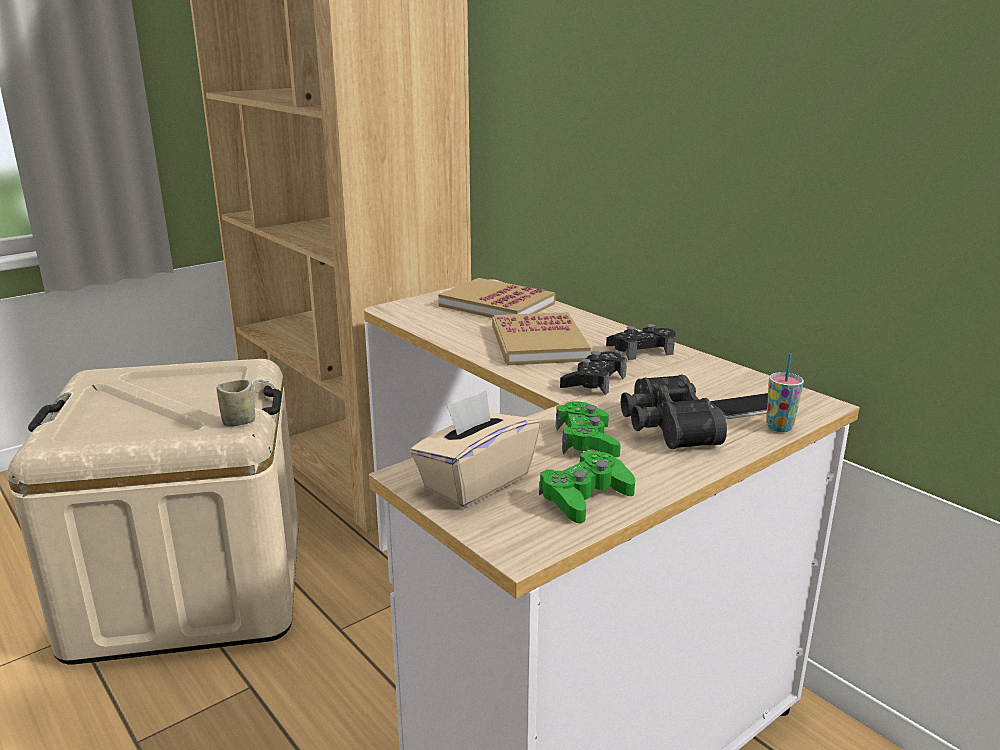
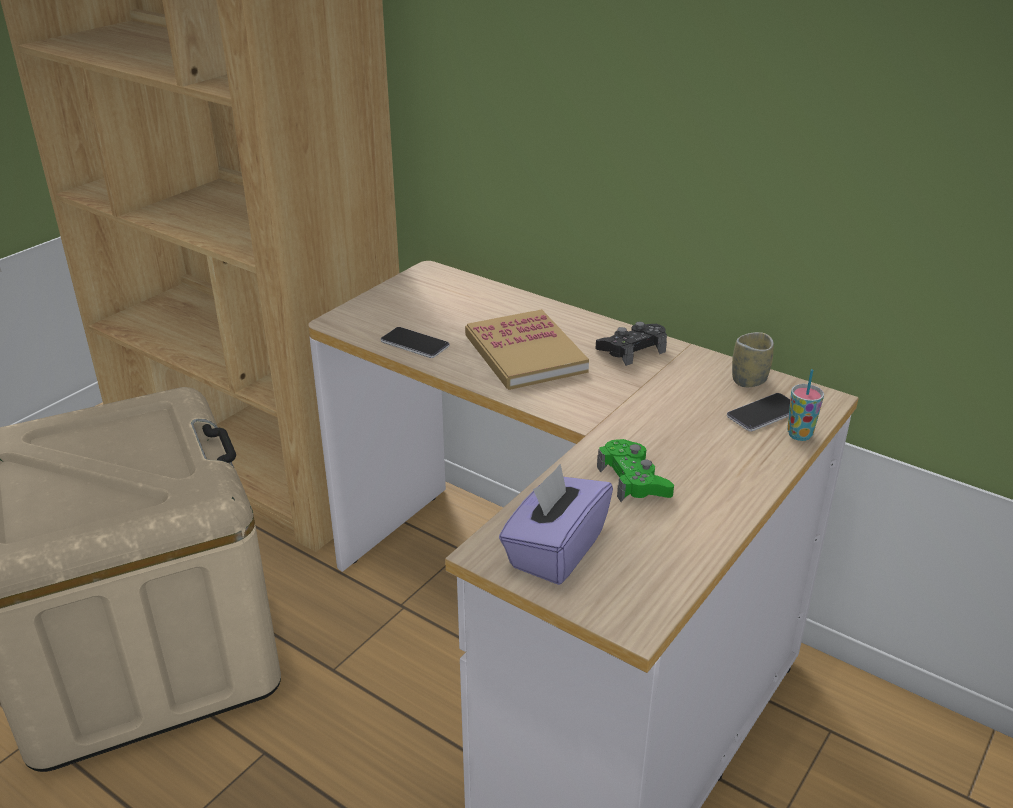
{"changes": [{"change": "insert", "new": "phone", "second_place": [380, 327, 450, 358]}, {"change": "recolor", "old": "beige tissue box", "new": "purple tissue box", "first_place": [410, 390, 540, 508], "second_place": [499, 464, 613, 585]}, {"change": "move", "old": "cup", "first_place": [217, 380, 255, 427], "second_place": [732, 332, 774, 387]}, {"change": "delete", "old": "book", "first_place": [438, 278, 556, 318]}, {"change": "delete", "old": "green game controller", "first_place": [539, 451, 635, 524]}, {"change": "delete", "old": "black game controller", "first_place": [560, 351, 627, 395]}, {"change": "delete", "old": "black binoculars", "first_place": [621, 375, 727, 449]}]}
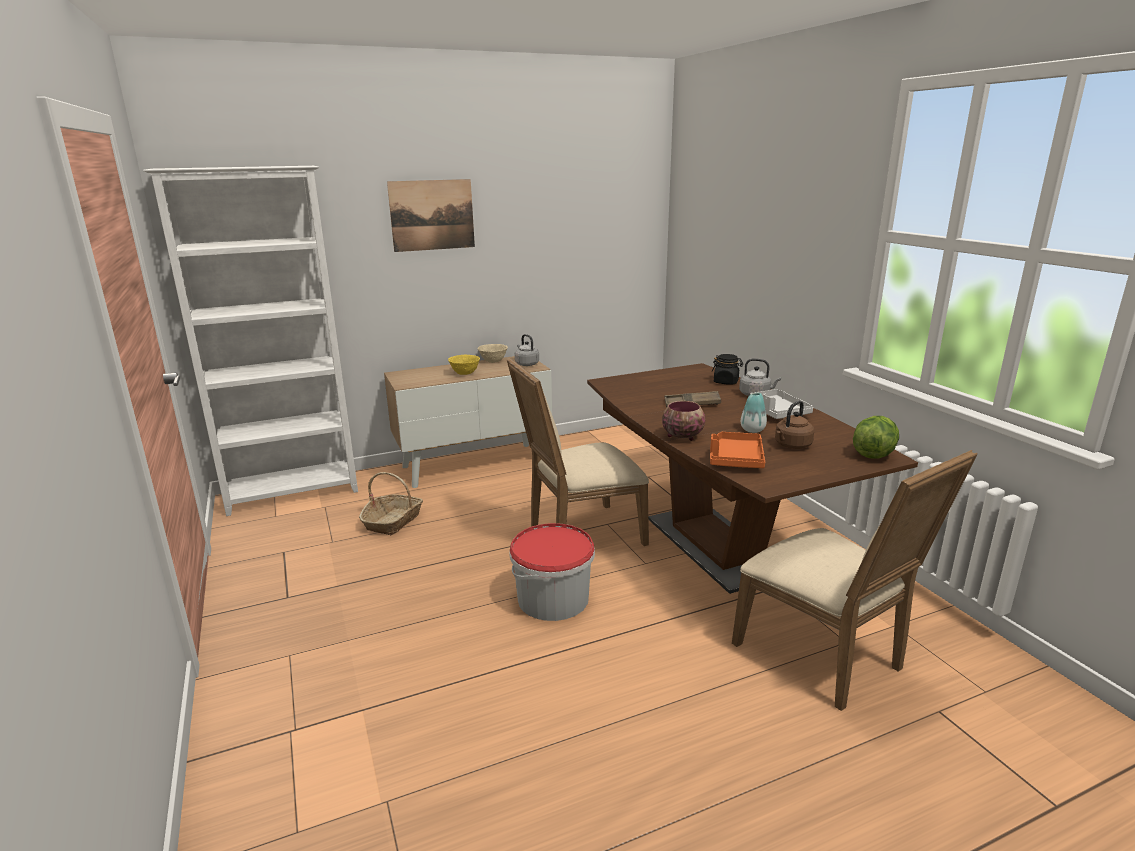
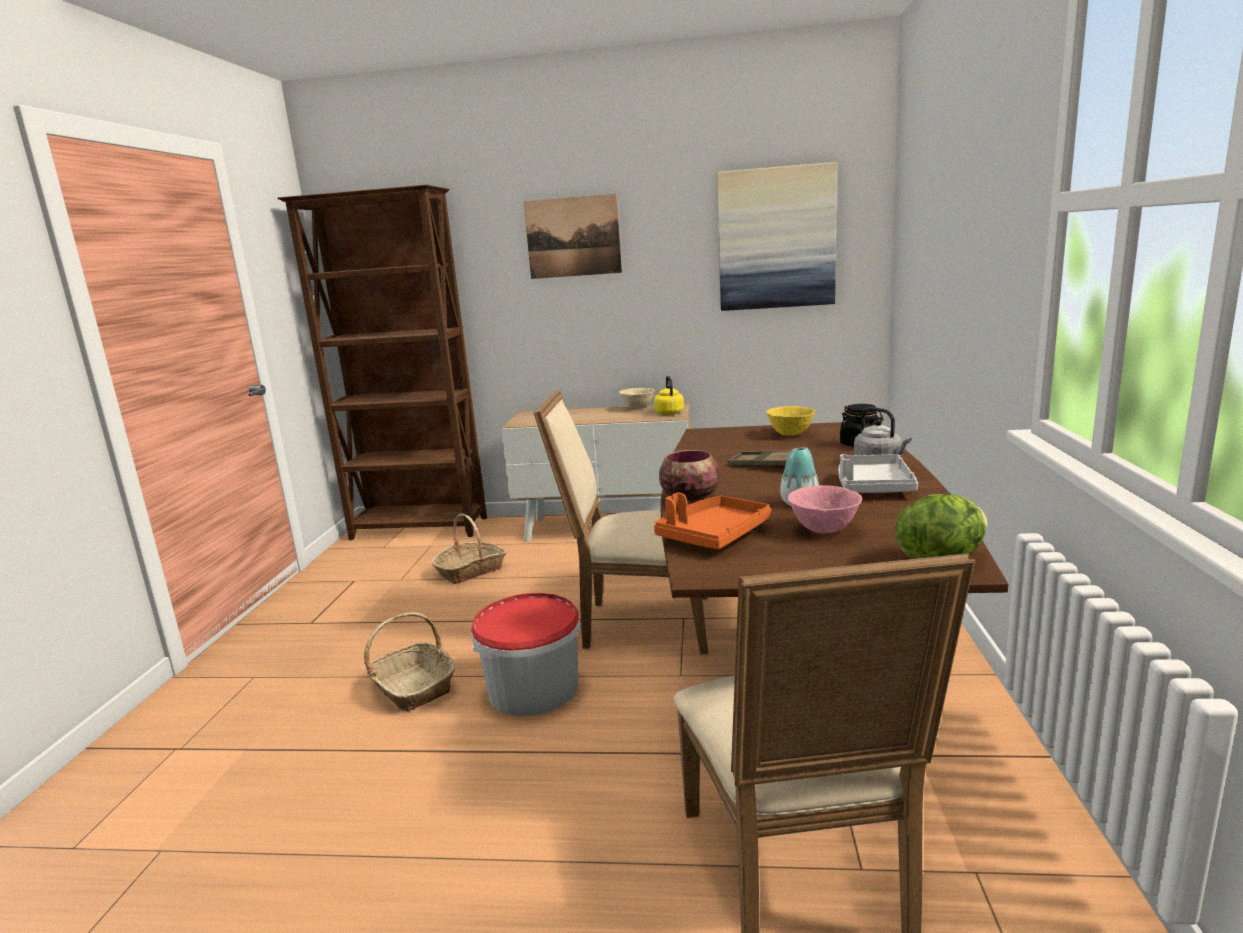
{"changes": [{"change": "recolor", "old": "white bookcase", "new": "brown bookcase", "first_place": [143, 166, 358, 516], "second_place": [277, 185, 487, 540]}, {"change": "insert", "new": "basket", "second_place": [364, 612, 455, 711]}, {"change": "recolor", "old": "grey kettle", "new": "yellow kettle", "first_place": [515, 334, 539, 366], "second_place": [654, 376, 684, 415]}, {"change": "insert", "new": "picture", "second_place": [716, 162, 837, 311]}, {"change": "move", "old": "yellow bowl", "first_place": [448, 355, 480, 375], "second_place": [766, 406, 815, 436]}, {"change": "replace", "old": "brown kettle", "new": "pink bowl", "first_place": [775, 401, 814, 449], "second_place": [788, 485, 862, 533]}]}
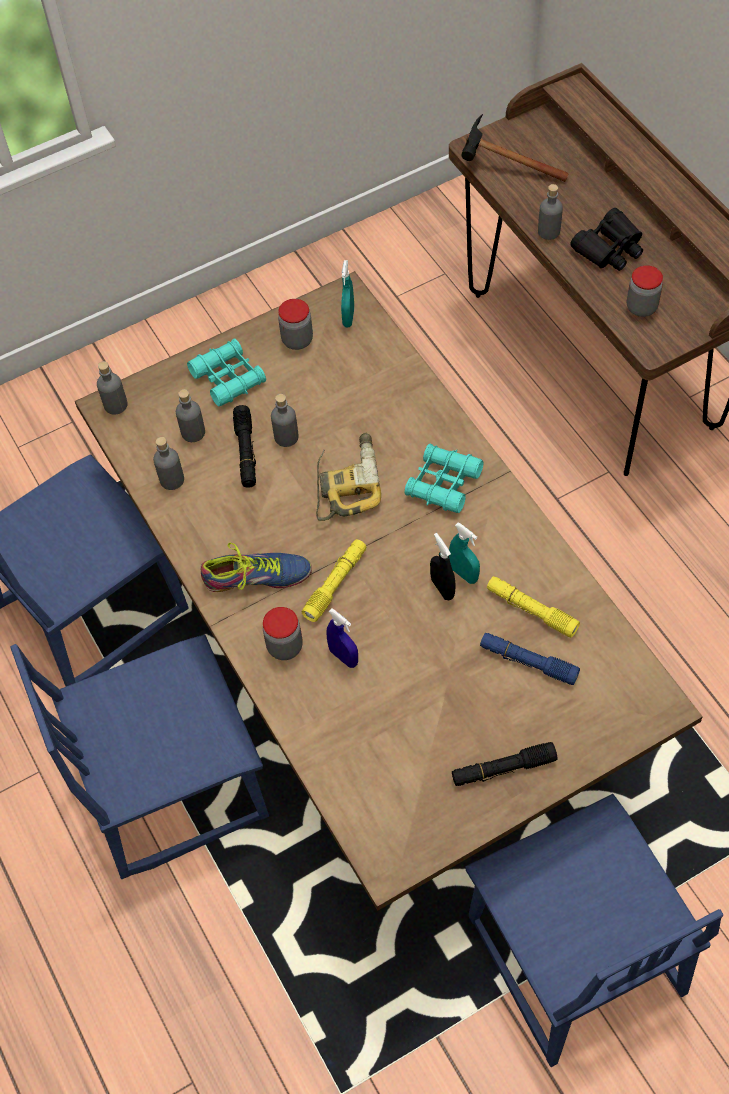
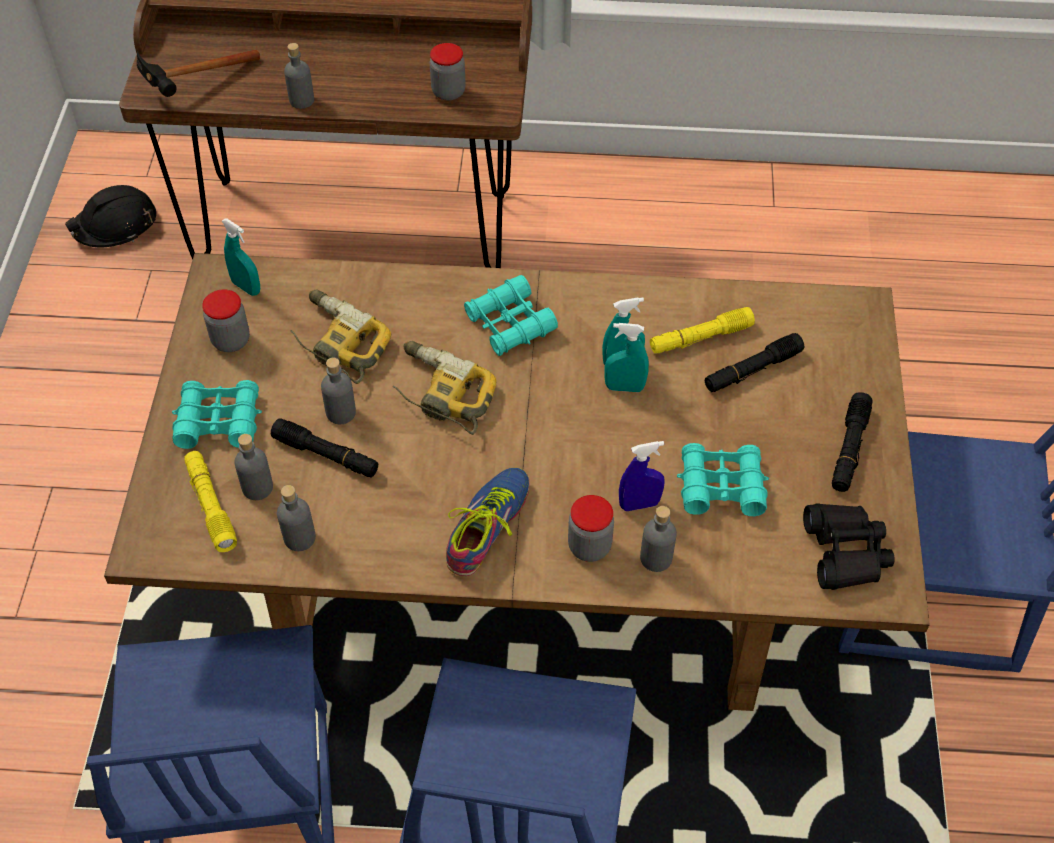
{"changes": [{"change": "insert", "new": "black hard hat", "second_place": [65, 185, 156, 248]}, {"change": "move", "old": "yellow flashlight", "first_place": [302, 539, 367, 622], "second_place": [185, 451, 237, 552]}, {"change": "insert", "new": "power drill", "second_place": [290, 290, 391, 384]}, {"change": "recolor", "old": "black spray bottle", "new": "turquoise spray bottle", "first_place": [430, 533, 455, 600], "second_place": [604, 323, 649, 392]}, {"change": "move", "old": "grey bottle", "first_place": [97, 361, 128, 415], "second_place": [640, 506, 677, 572]}, {"change": "insert", "new": "turquoise binoculars", "second_place": [677, 443, 769, 516]}, {"change": "recolor", "old": "blue flashlight", "new": "black flashlight", "first_place": [480, 633, 580, 685], "second_place": [705, 333, 804, 392]}, {"change": "move", "old": "black binoculars", "first_place": [570, 208, 643, 271], "second_place": [803, 503, 895, 590]}]}
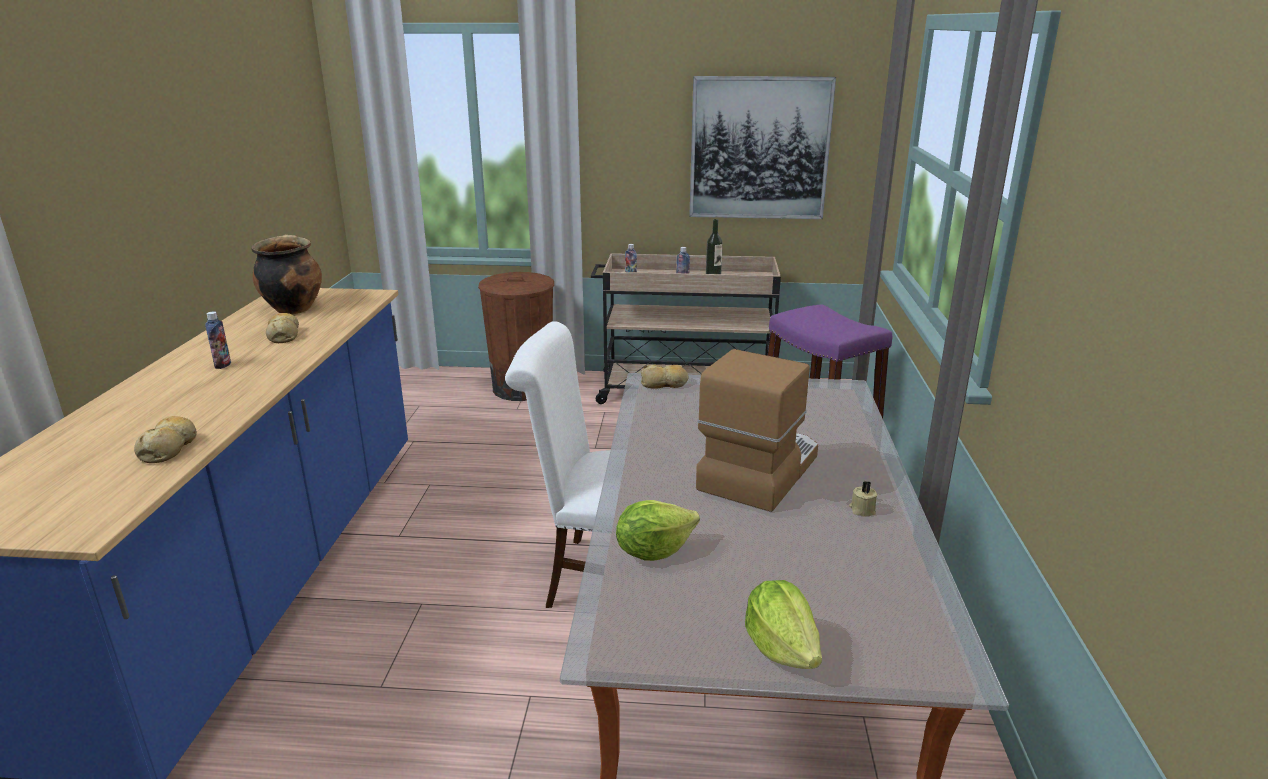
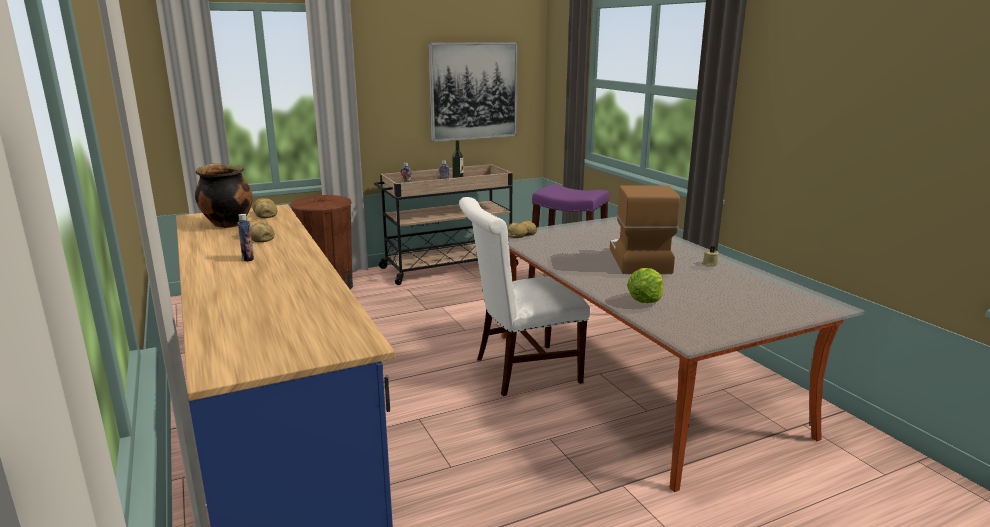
{"changes": [{"change": "move", "old": "bread", "first_place": [134, 416, 197, 463], "second_place": [253, 198, 278, 218]}, {"change": "delete", "old": "lettuce", "first_place": [745, 580, 822, 669]}]}
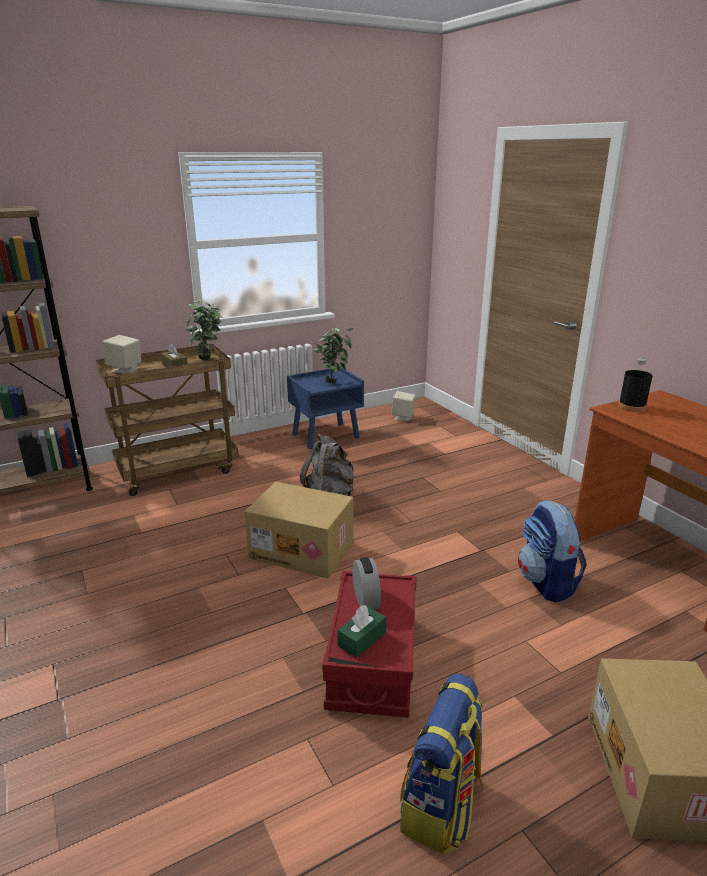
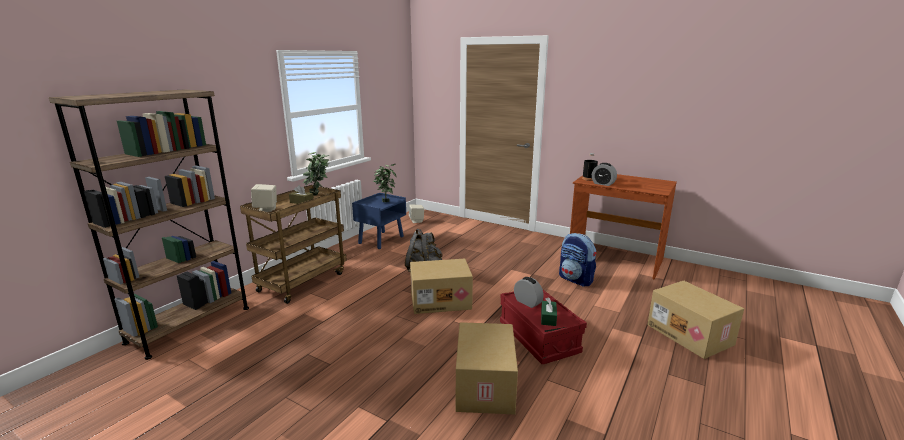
{"changes": [{"change": "insert", "new": "cardboard box", "second_place": [456, 322, 518, 415]}, {"change": "insert", "new": "alarm clock", "second_place": [592, 163, 617, 186]}, {"change": "delete", "old": "backpack", "first_place": [400, 674, 483, 855]}]}
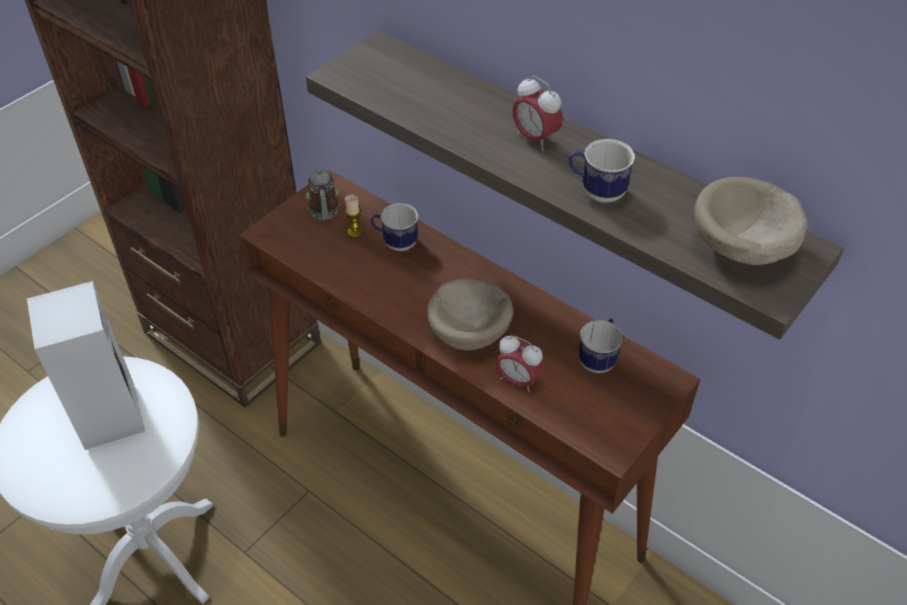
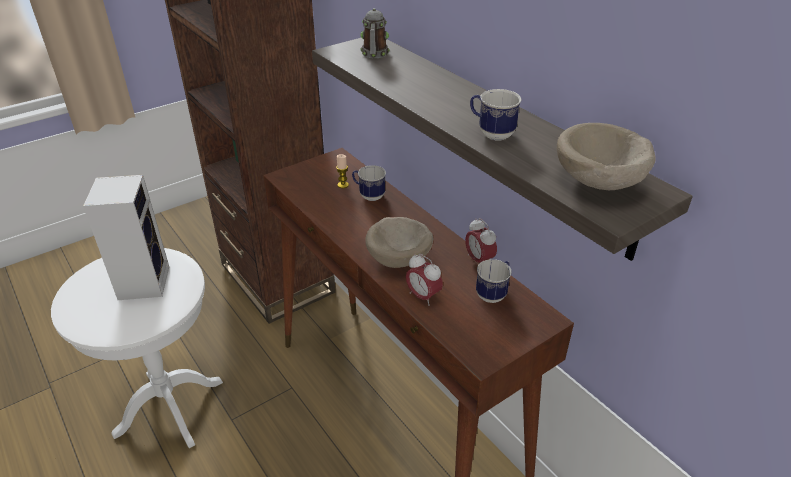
{"changes": [{"change": "move", "old": "mug", "first_place": [306, 169, 340, 220], "second_place": [360, 8, 389, 59]}, {"change": "move", "old": "alarm clock", "first_place": [512, 76, 563, 151], "second_place": [465, 218, 497, 263]}]}
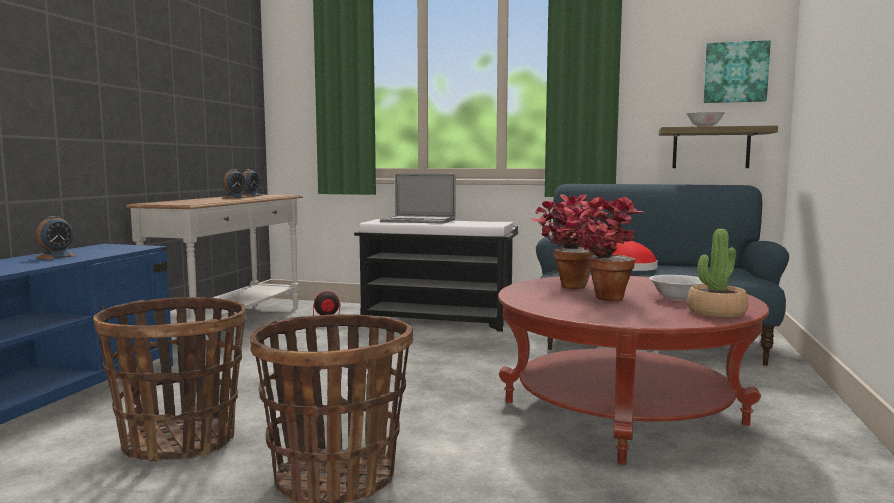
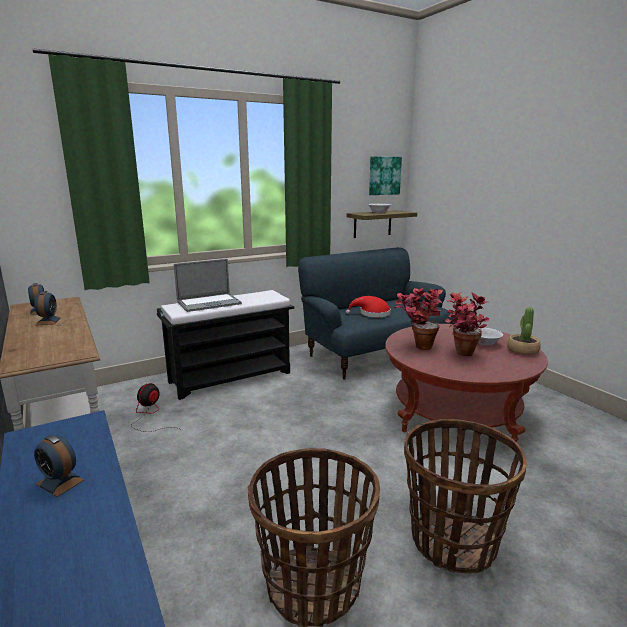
{"changes": [{"change": "rotate", "old": "alarm clock", "first_place": [35, 216, 77, 260], "second_place": [34, 435, 84, 497], "degrees": 135}]}
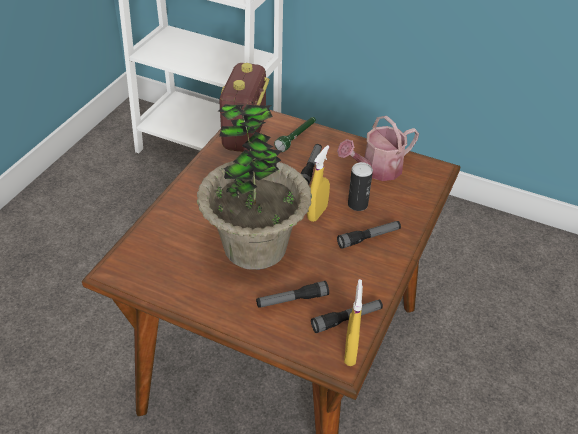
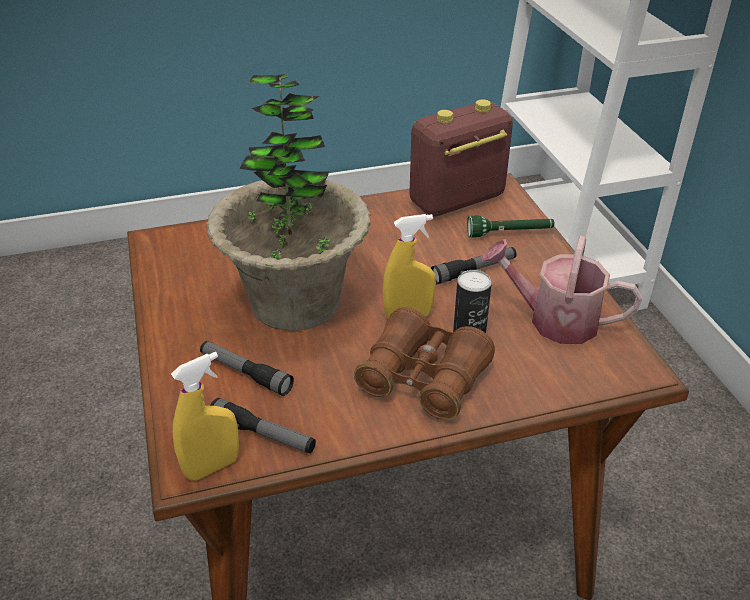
{"changes": [{"change": "replace", "old": "flashlight", "new": "brown binoculars", "first_place": [337, 221, 401, 249], "second_place": [354, 307, 495, 420]}]}
